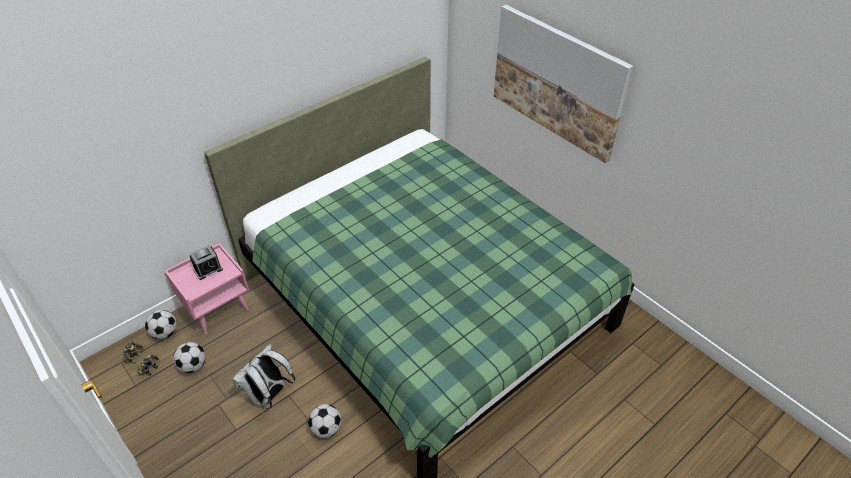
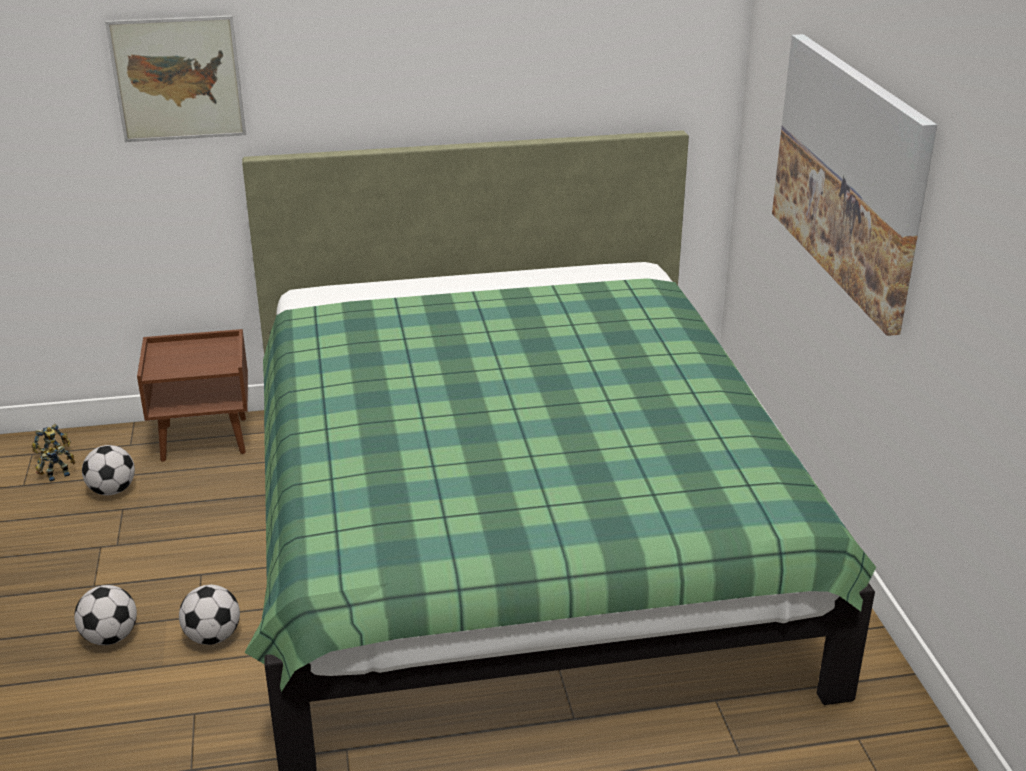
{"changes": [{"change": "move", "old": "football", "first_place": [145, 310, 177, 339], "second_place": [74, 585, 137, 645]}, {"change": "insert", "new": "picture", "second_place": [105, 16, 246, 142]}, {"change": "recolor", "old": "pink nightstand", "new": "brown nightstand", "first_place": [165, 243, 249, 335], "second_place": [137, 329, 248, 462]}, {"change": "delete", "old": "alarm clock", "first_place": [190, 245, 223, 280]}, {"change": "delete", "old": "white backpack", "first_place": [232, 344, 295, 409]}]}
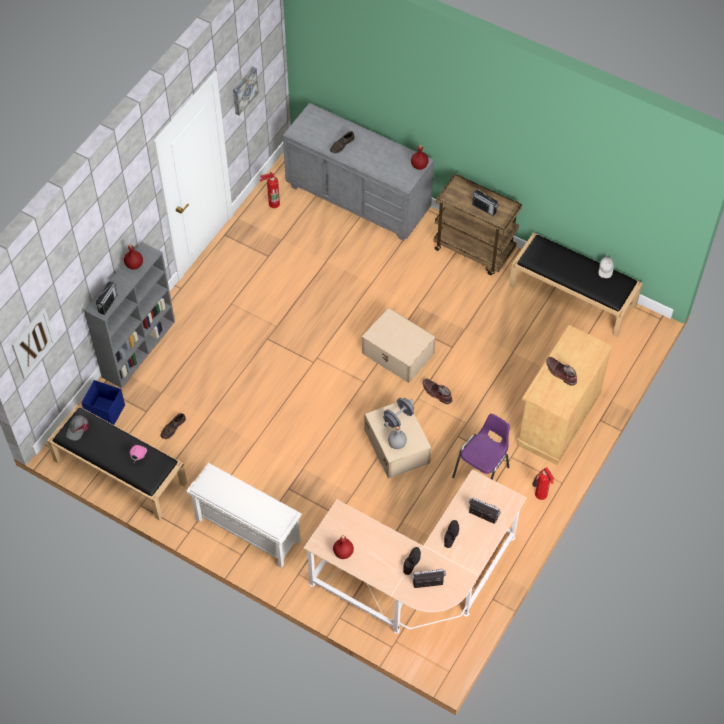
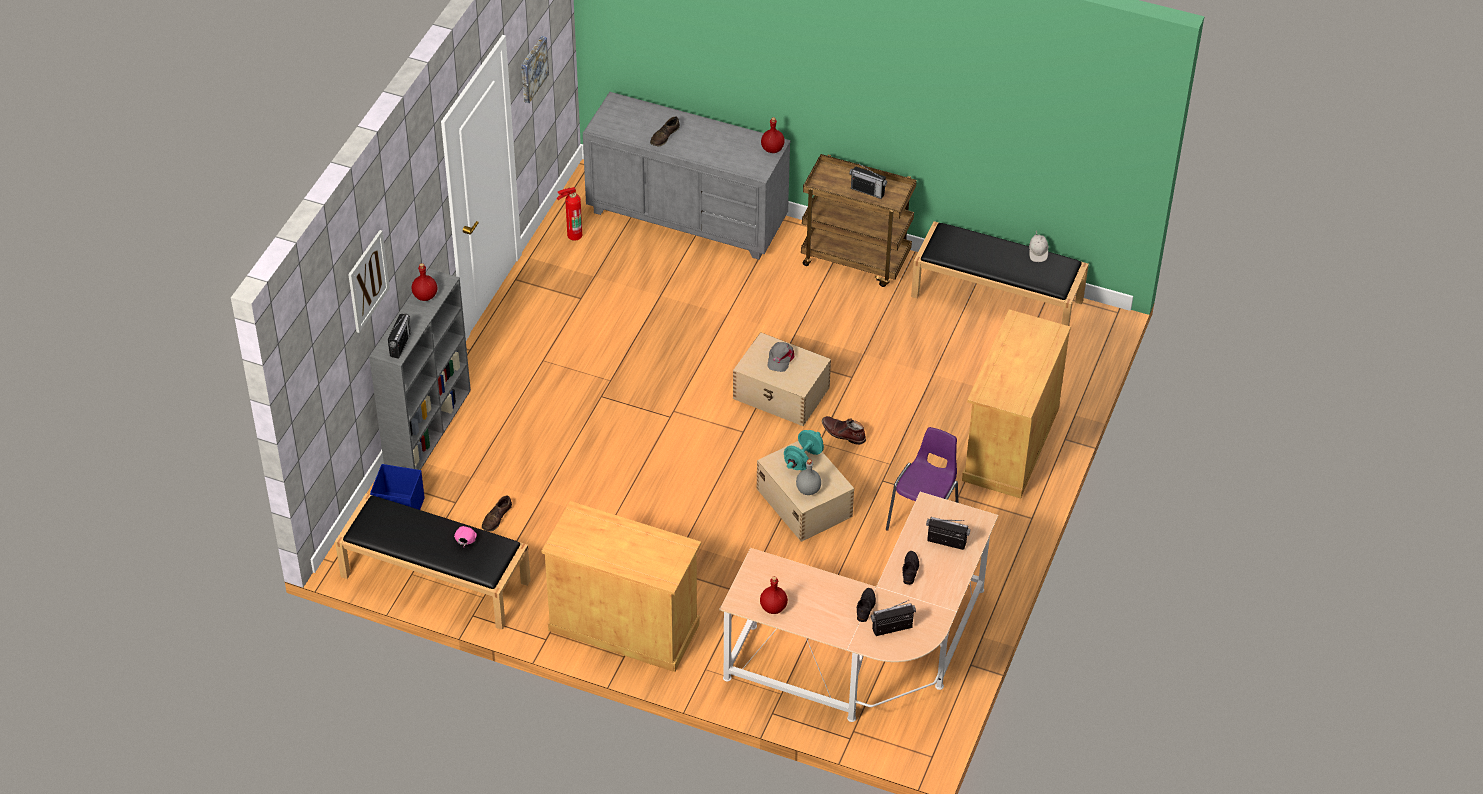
{"changes": [{"change": "move", "old": "picture", "first_place": [11, 308, 56, 379], "second_place": [348, 230, 390, 333]}, {"change": "replace", "old": "white shoe rack", "new": "beige cabinet", "first_place": [186, 463, 302, 568], "second_place": [542, 501, 701, 672]}, {"change": "move", "old": "grey cap", "first_place": [66, 415, 89, 441], "second_place": [768, 342, 795, 372]}, {"change": "recolor", "old": "grey dumbbell", "new": "turquoise dumbbell", "first_place": [383, 398, 414, 428], "second_place": [784, 430, 824, 470]}, {"change": "delete", "old": "fire extinguisher", "first_place": [532, 467, 554, 500]}, {"change": "delete", "old": "brown boot", "first_place": [546, 357, 577, 386]}]}
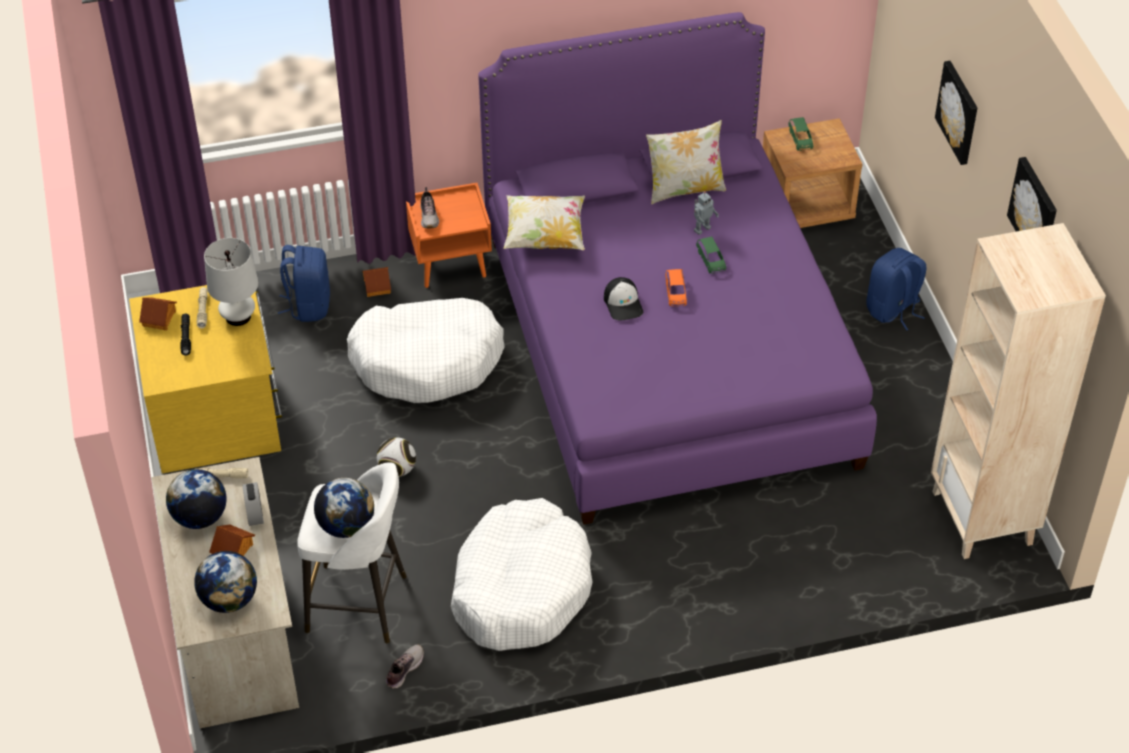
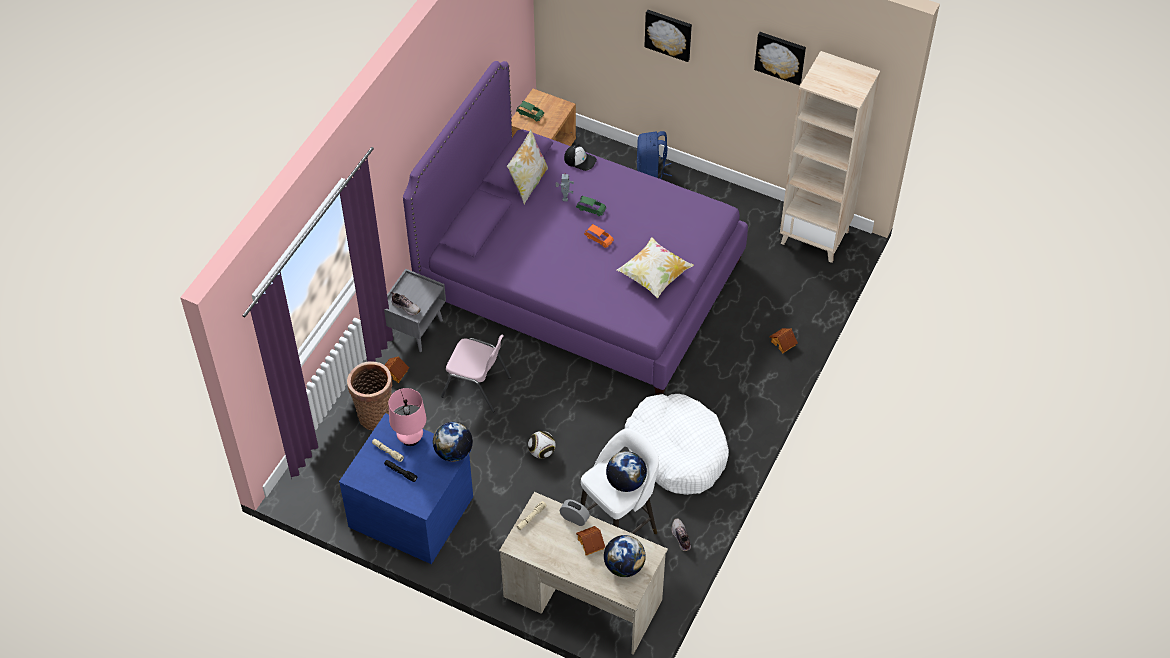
{"changes": [{"change": "recolor", "old": "yellow dresser", "new": "blue dresser", "first_place": [129, 285, 282, 474], "second_place": [339, 413, 473, 564]}, {"change": "replace", "old": "blue backpack", "new": "basket", "first_place": [278, 245, 330, 322], "second_place": [347, 362, 393, 430]}, {"change": "recolor", "old": "orange nightstand", "new": "grey nightstand", "first_place": [406, 183, 492, 288], "second_place": [384, 269, 446, 352]}, {"change": "recolor", "old": "white table lamp", "new": "pink table lamp", "first_place": [204, 238, 258, 326], "second_place": [389, 388, 427, 446]}, {"change": "move", "old": "globe", "first_place": [166, 469, 227, 529], "second_place": [433, 422, 473, 462]}, {"change": "replace", "old": "white dog bed", "new": "pink chair", "first_place": [347, 298, 505, 403], "second_place": [441, 335, 511, 412]}, {"change": "move", "old": "cap", "first_place": [604, 277, 643, 321], "second_place": [564, 145, 597, 171]}, {"change": "move", "old": "pillow", "first_place": [503, 195, 585, 250], "second_place": [617, 237, 694, 298]}, {"change": "move", "old": "toy house", "first_place": [139, 297, 177, 331], "second_place": [769, 328, 798, 354]}]}
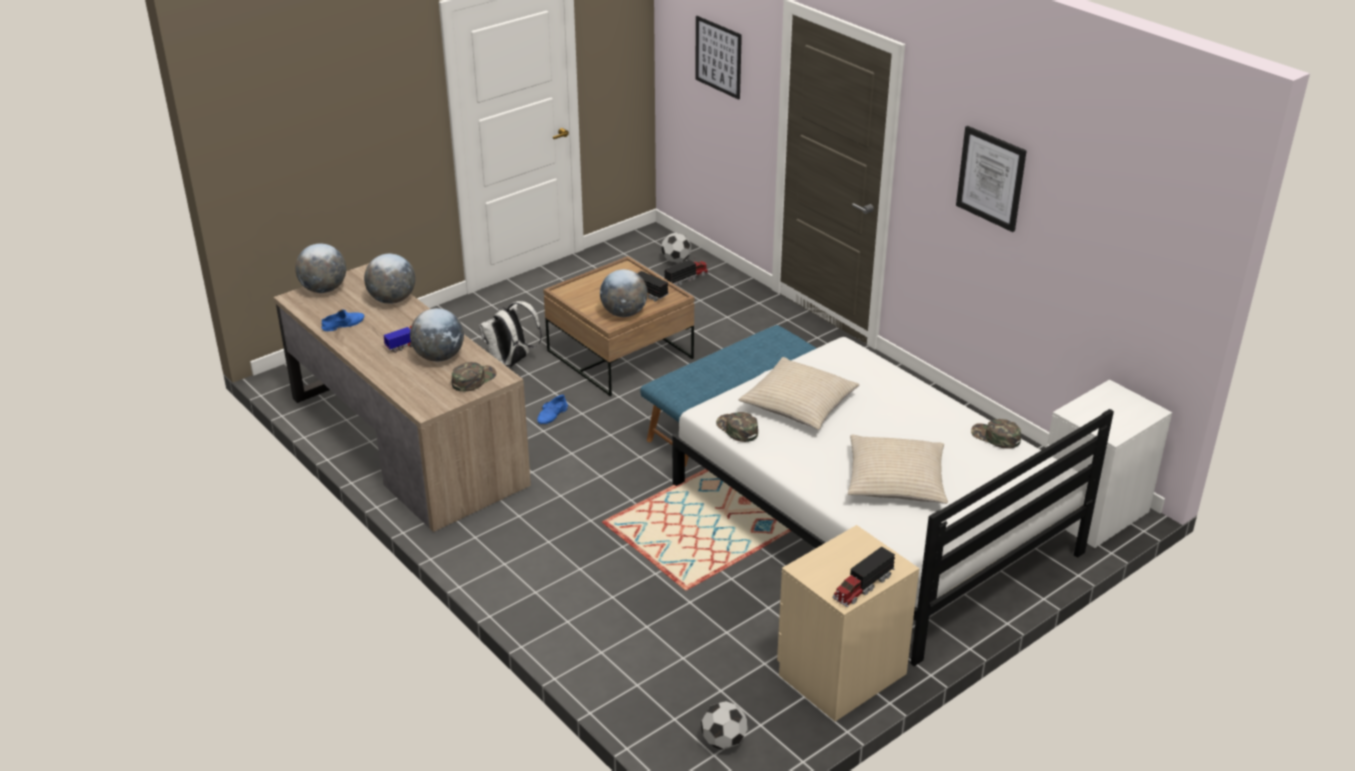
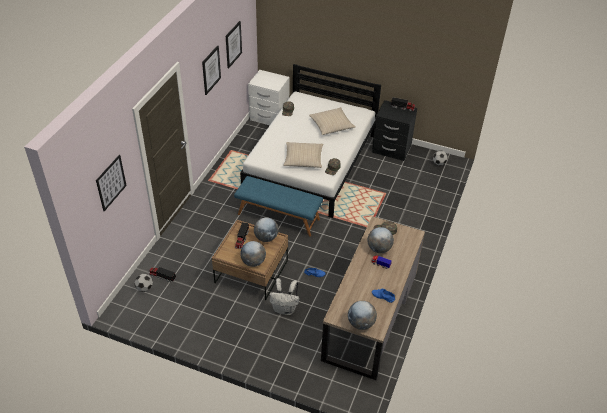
{"changes": [{"change": "insert", "new": "picture", "second_place": [226, 21, 242, 68]}, {"change": "move", "old": "globe", "first_place": [364, 254, 415, 304], "second_place": [240, 241, 266, 267]}, {"change": "recolor", "old": "beige nightstand", "new": "black nightstand", "first_place": [777, 525, 919, 722], "second_place": [372, 100, 417, 161]}]}
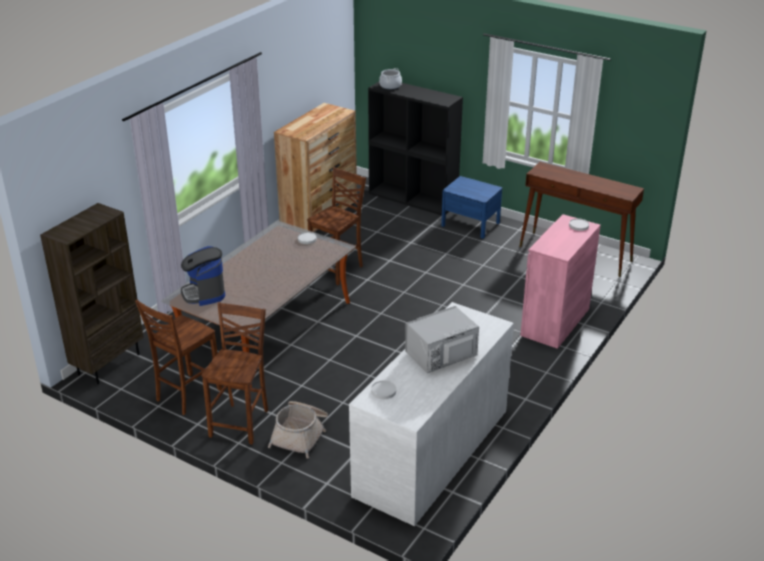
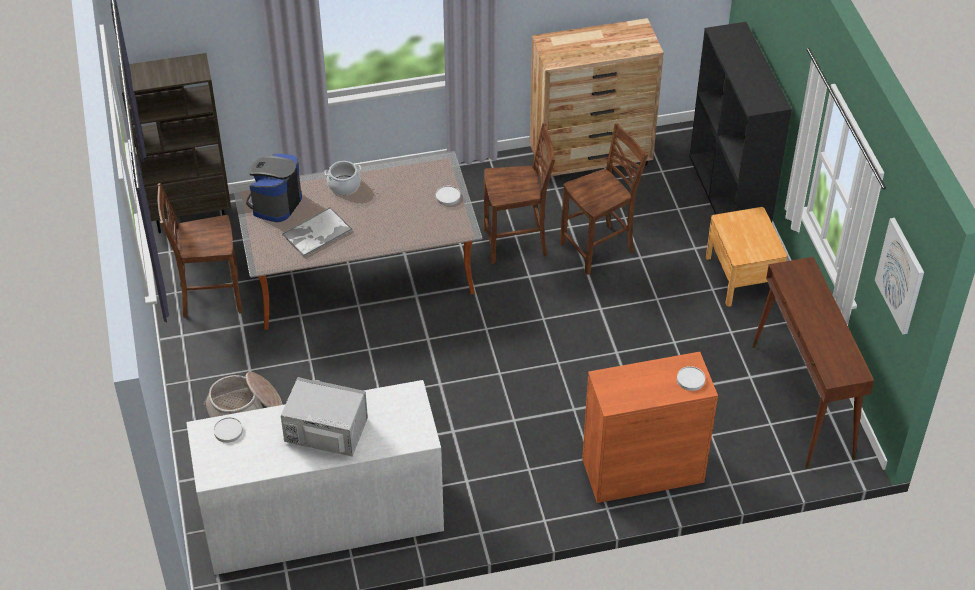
{"changes": [{"change": "insert", "new": "tray", "second_place": [282, 207, 353, 257]}, {"change": "move", "old": "cooking pot", "first_place": [379, 68, 402, 89], "second_place": [324, 161, 362, 195]}, {"change": "move", "old": "brown chair", "first_place": [201, 302, 268, 445], "second_place": [560, 123, 648, 275]}, {"change": "recolor", "old": "pink cabinet", "new": "orange cabinet", "first_place": [520, 214, 601, 349], "second_place": [582, 352, 718, 503]}, {"change": "recolor", "old": "blue nightstand", "new": "brown nightstand", "first_place": [441, 176, 502, 239], "second_place": [706, 207, 787, 307]}, {"change": "insert", "new": "picture", "second_place": [875, 218, 924, 334]}]}
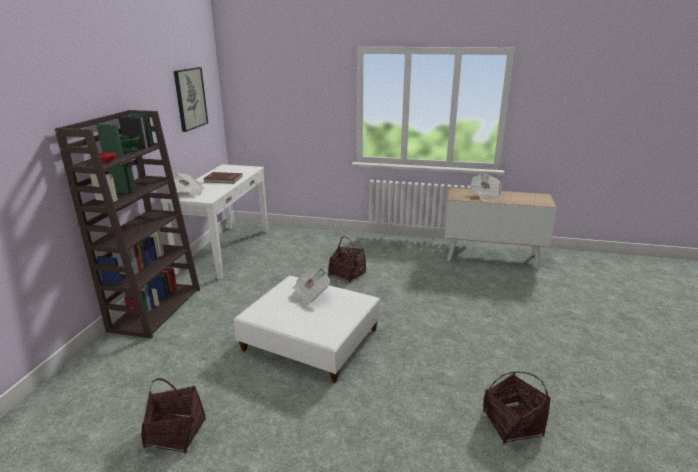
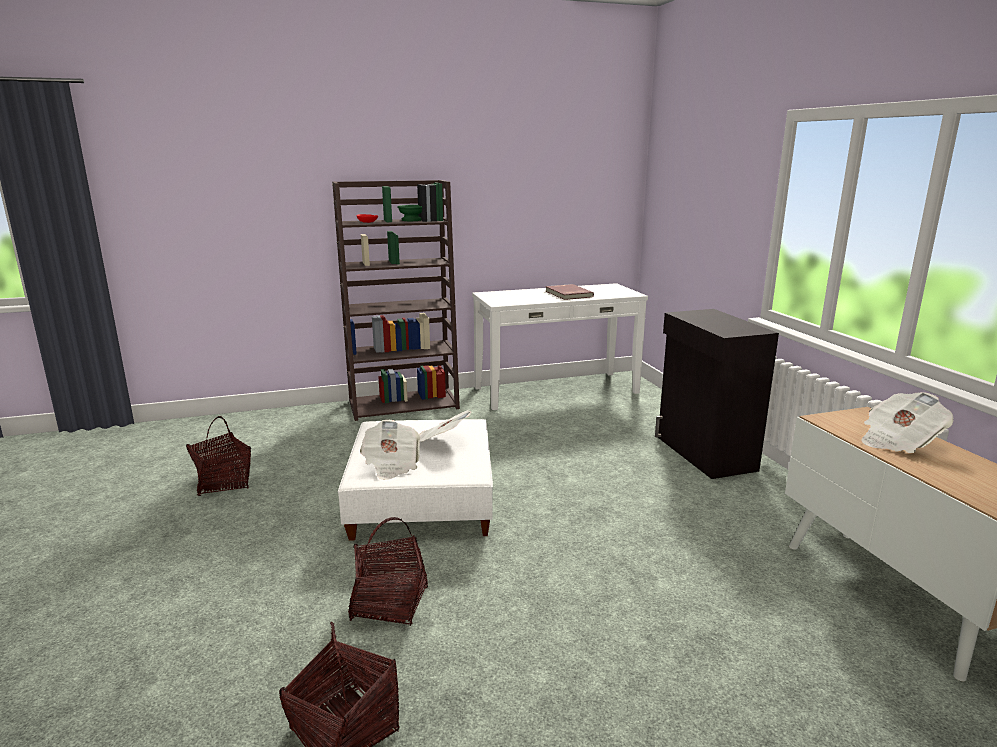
{"changes": [{"change": "move", "old": "basket", "first_place": [328, 236, 366, 283], "second_place": [348, 517, 428, 626]}, {"change": "move", "old": "newspaper", "first_place": [172, 172, 204, 196], "second_place": [360, 420, 420, 480]}, {"change": "insert", "new": "black cabinet", "second_place": [655, 309, 779, 479]}, {"change": "delete", "old": "picture", "first_place": [174, 67, 208, 132]}]}
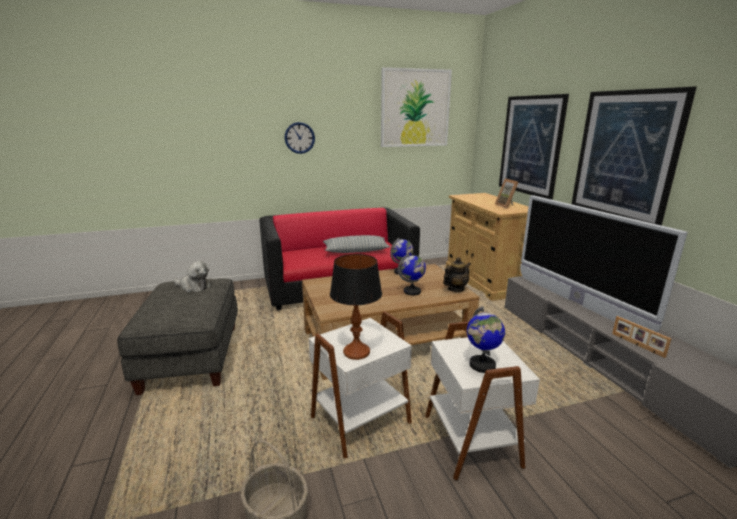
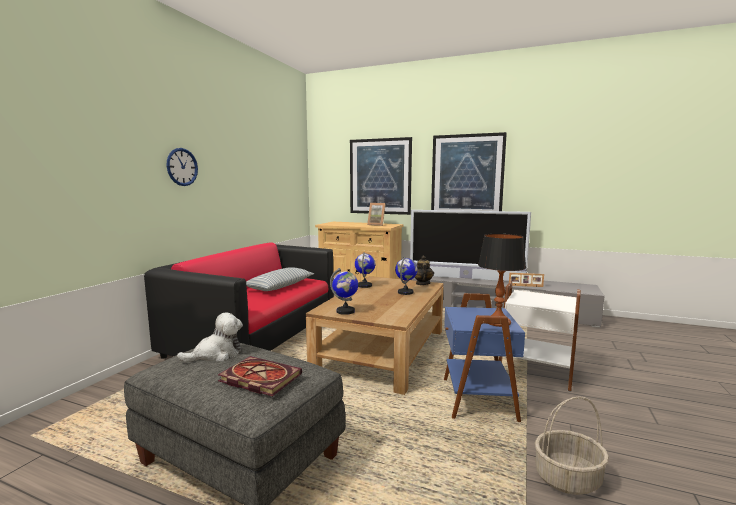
{"changes": [{"change": "insert", "new": "book", "second_place": [218, 356, 302, 396]}, {"change": "move", "old": "globe", "first_place": [467, 307, 505, 373], "second_place": [330, 268, 358, 315]}, {"change": "recolor", "old": "white side table", "new": "blue side table", "first_place": [309, 312, 412, 458], "second_place": [444, 293, 525, 422]}, {"change": "delete", "old": "picture", "first_place": [381, 67, 452, 147]}]}
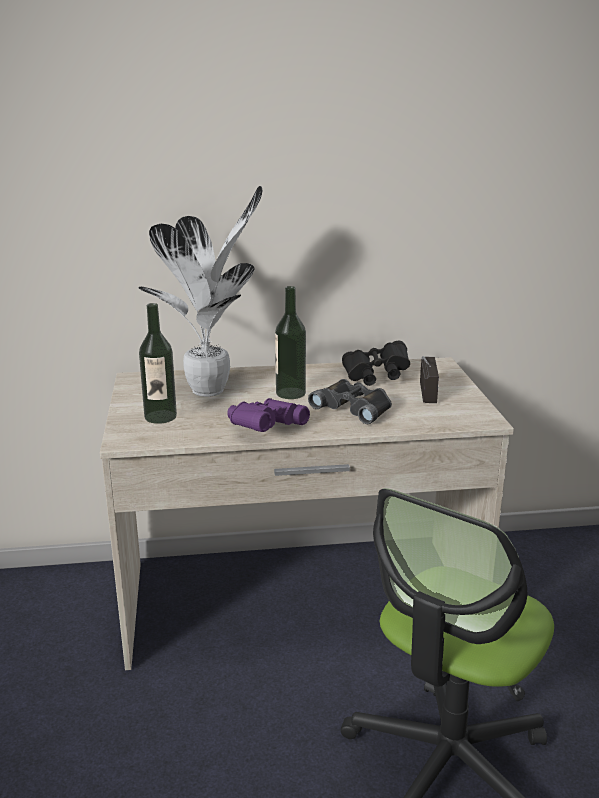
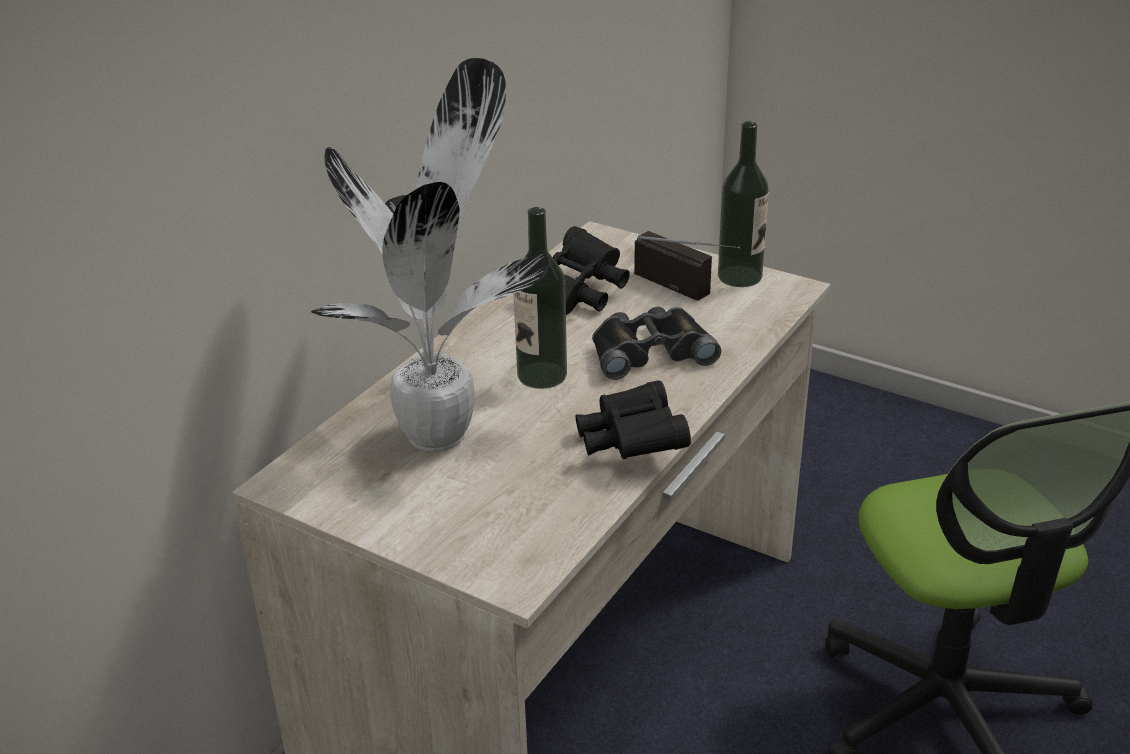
{"changes": [{"change": "recolor", "old": "purple binoculars", "new": "black binoculars", "first_place": [227, 398, 310, 432], "second_place": [575, 380, 691, 459]}, {"change": "move", "old": "bottle", "first_place": [139, 303, 177, 424], "second_place": [718, 121, 769, 287]}]}
